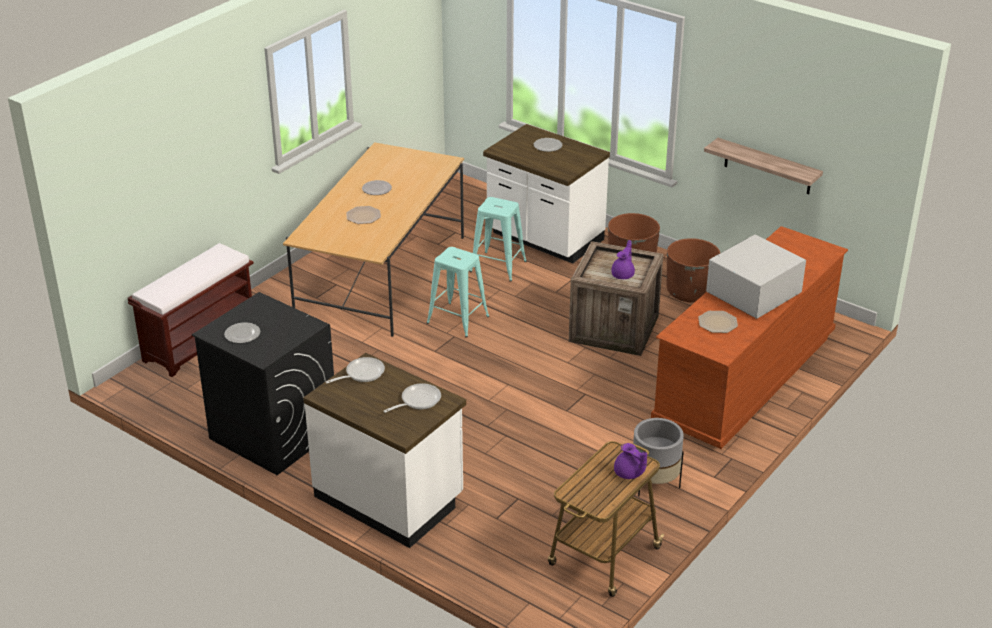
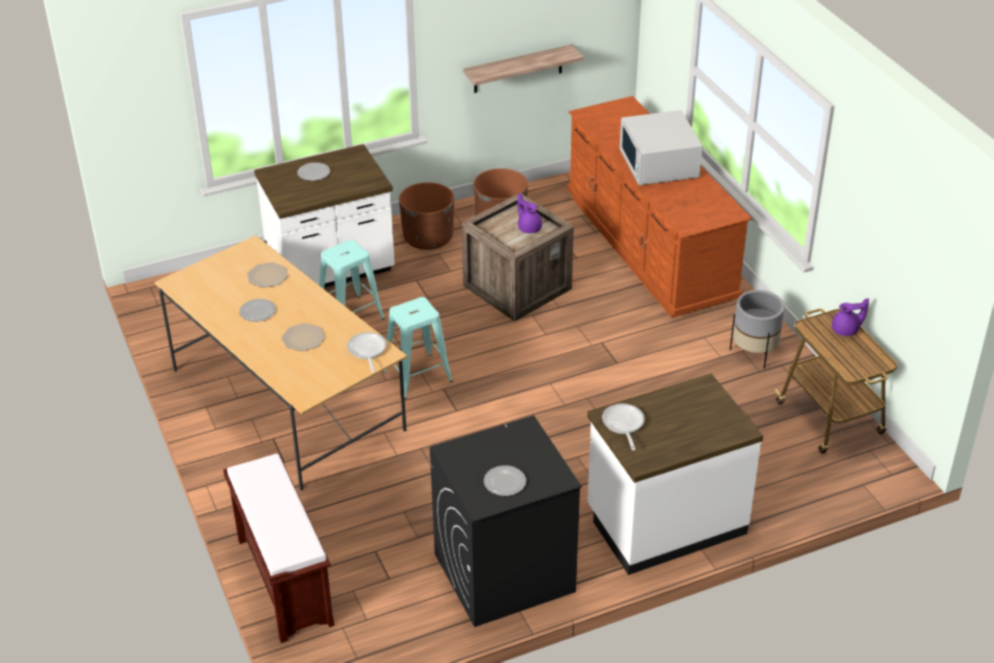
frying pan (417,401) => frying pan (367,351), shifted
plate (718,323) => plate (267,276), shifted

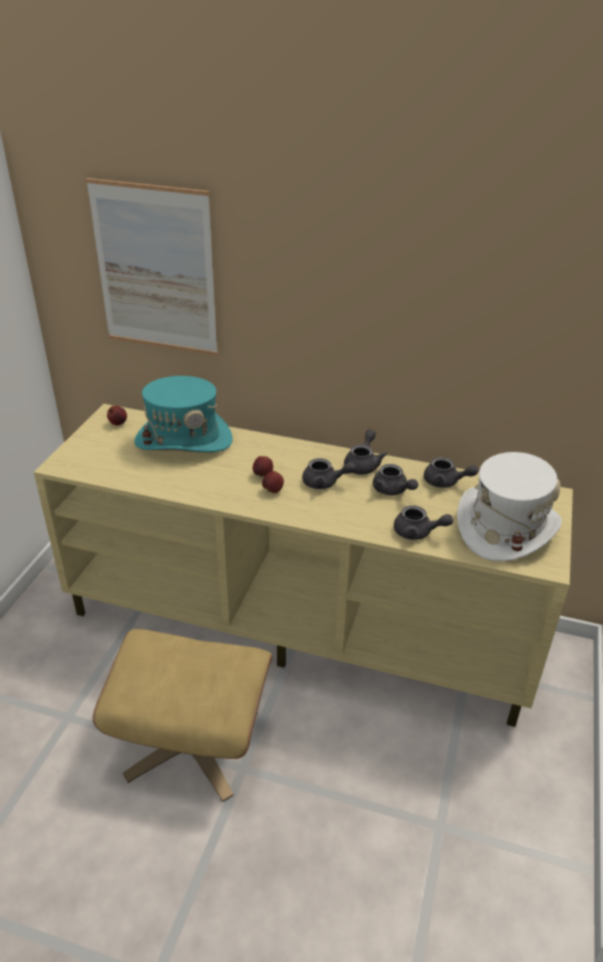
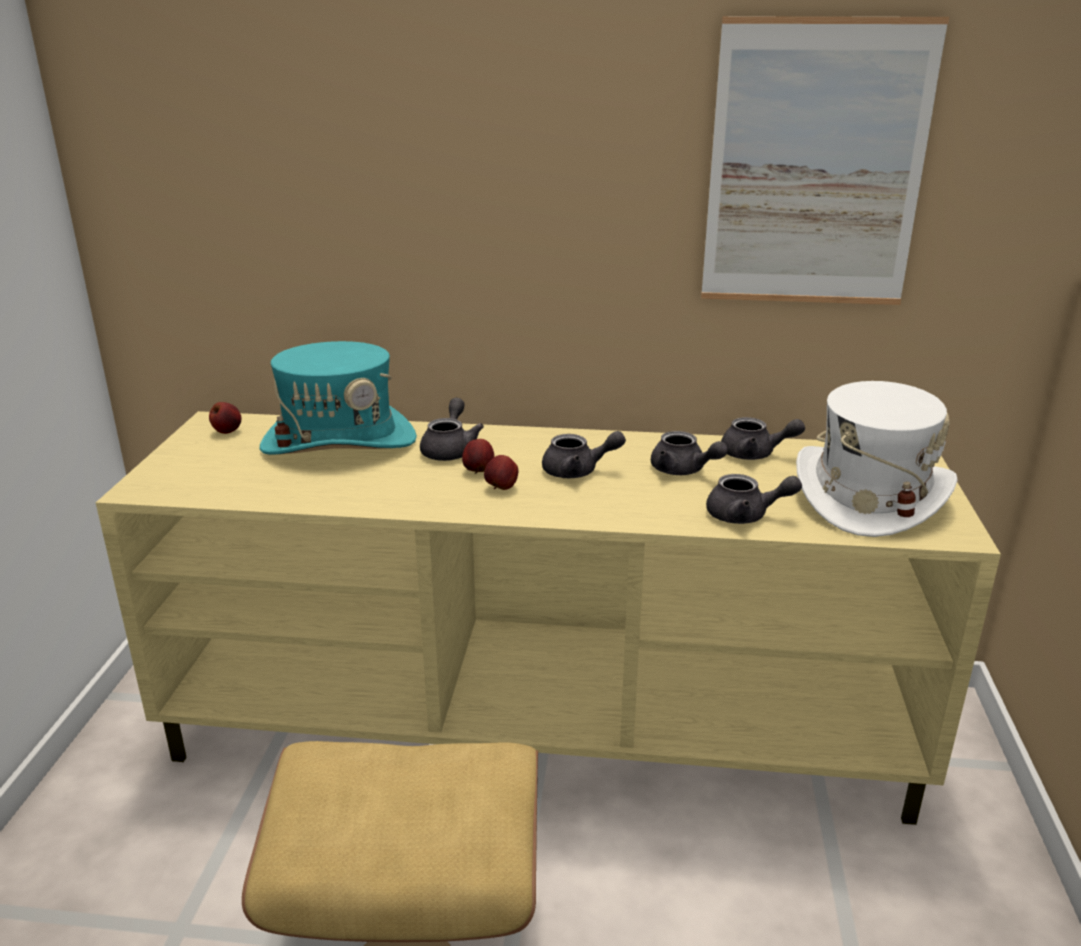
picture (155,270) => picture (815,167), shifted
tea pot in gray (363,464) => tea pot in gray (450,449), shifted

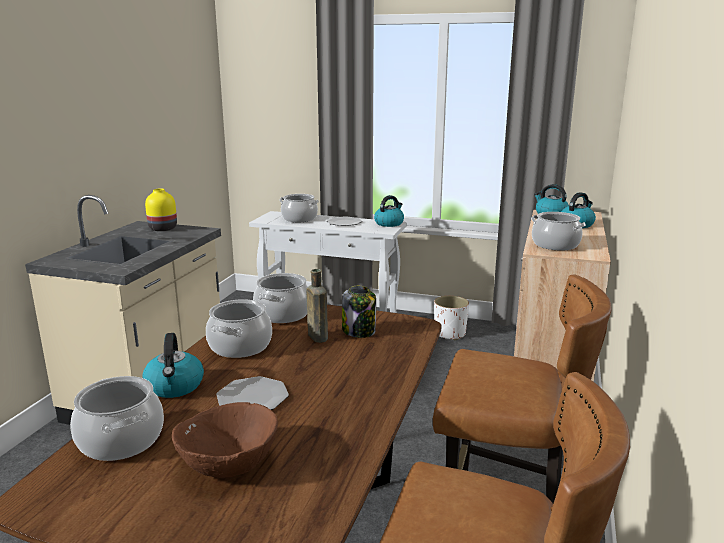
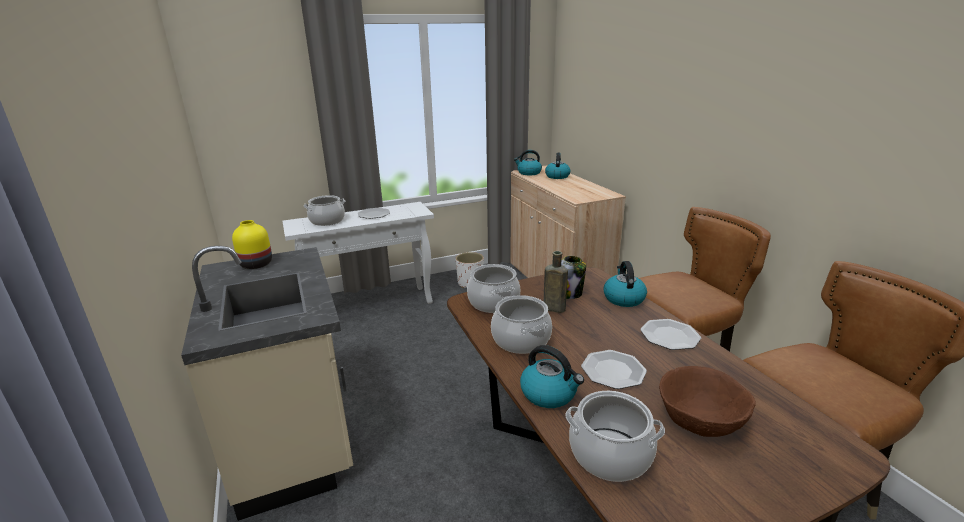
stockpot (555,245) => nothing
nothing => plate (670,336)
water kettle (389,223) => water kettle (623,298), shifted

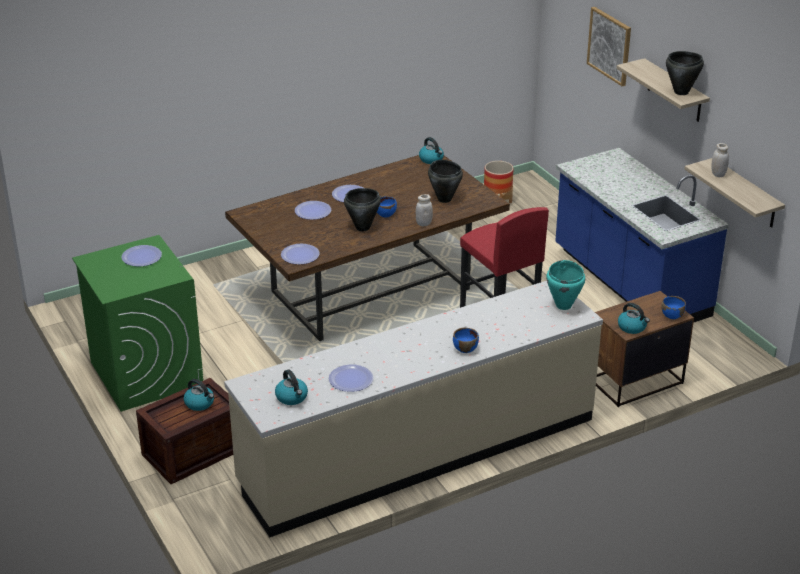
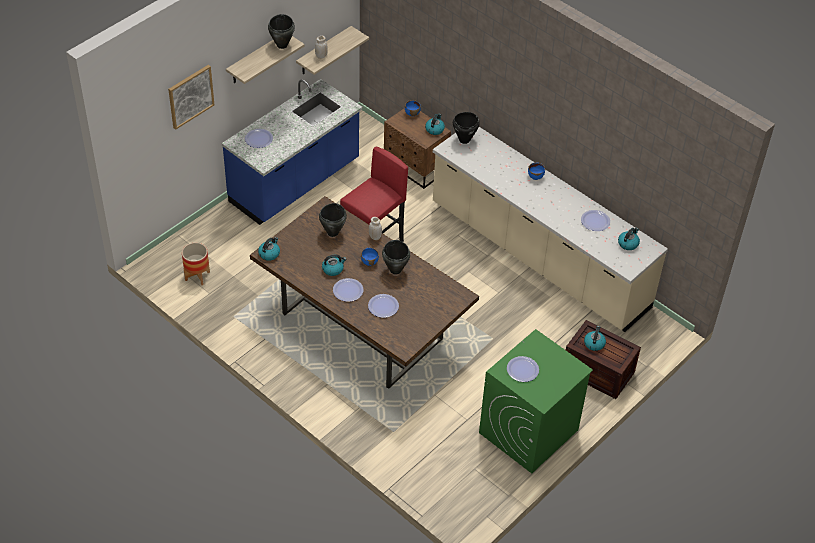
nothing => water kettle (333,269)
plate (300,255) => plate (259,139), shifted
stockpot in blue-green (564,305) => stockpot in black (464,140)

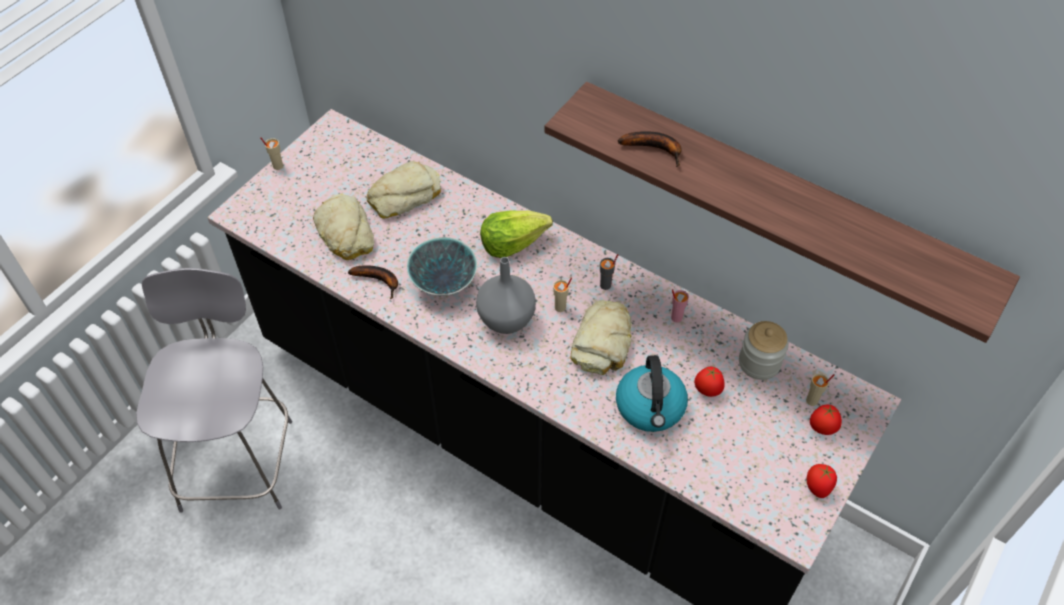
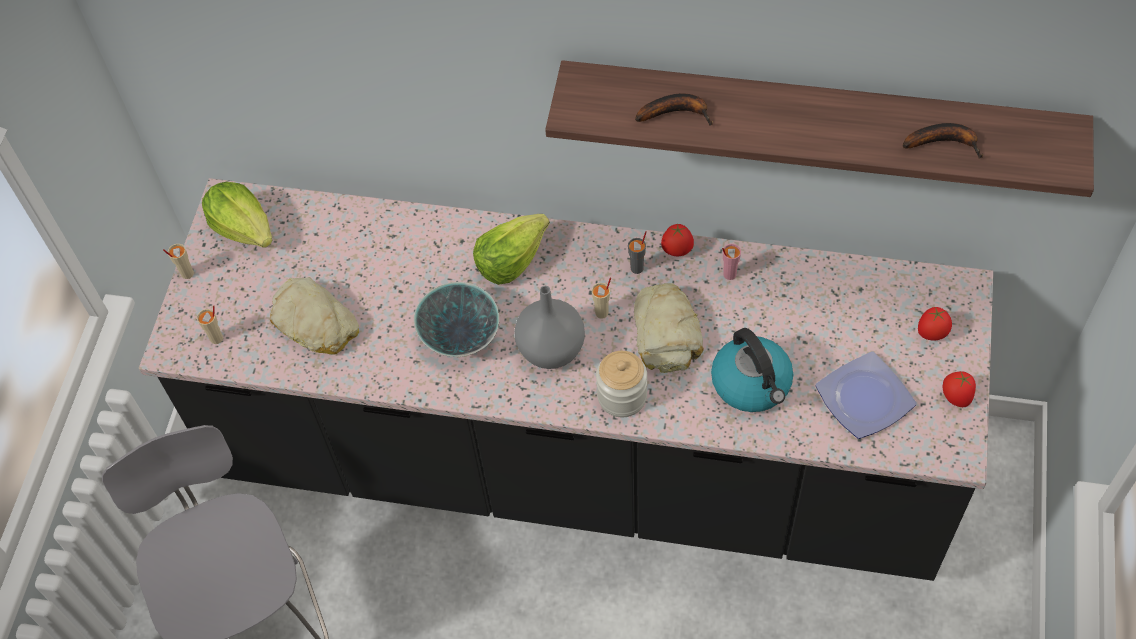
bread (404,195) => nothing
nothing => lettuce (244,228)
nothing => plate (864,397)
whole banana (379,281) => whole banana (945,142), shifted
fresh tomato (707,390) => fresh tomato (677,251), shifted
preserve jar (759,363) => preserve jar (622,396), shifted
small cup in beige (812,401) => small cup in beige (217,338), shifted

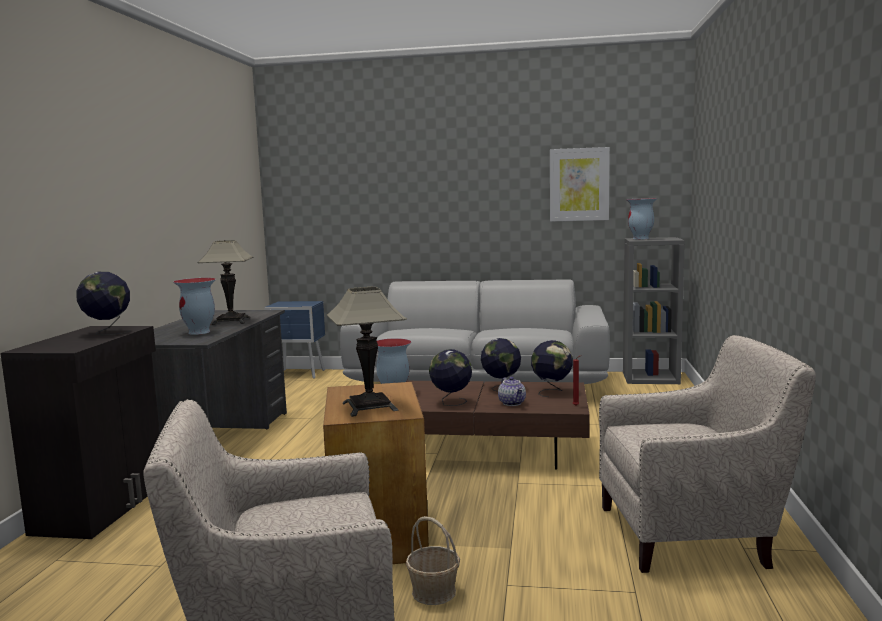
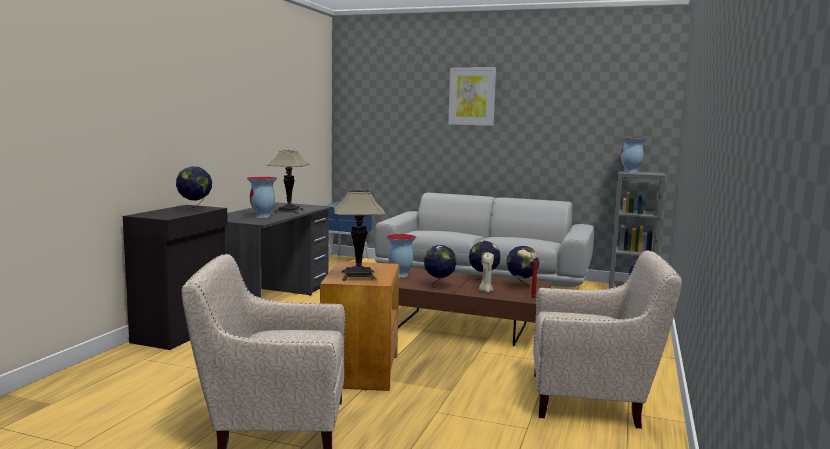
storage basket (434,592) => nothing
picture (579,184) => picture (472,96), shifted
tea pot (512,403) => wax light in beige (485,291)

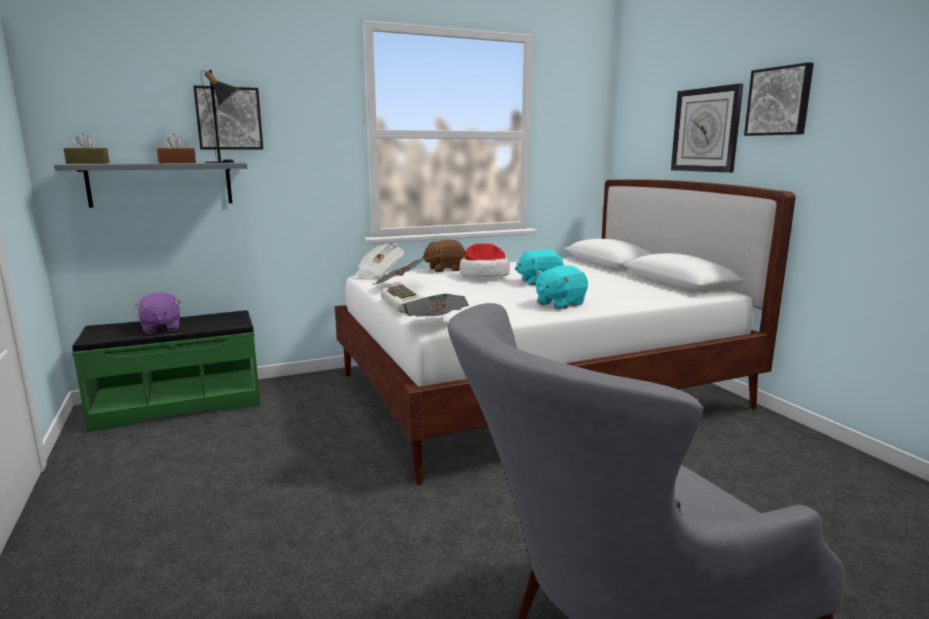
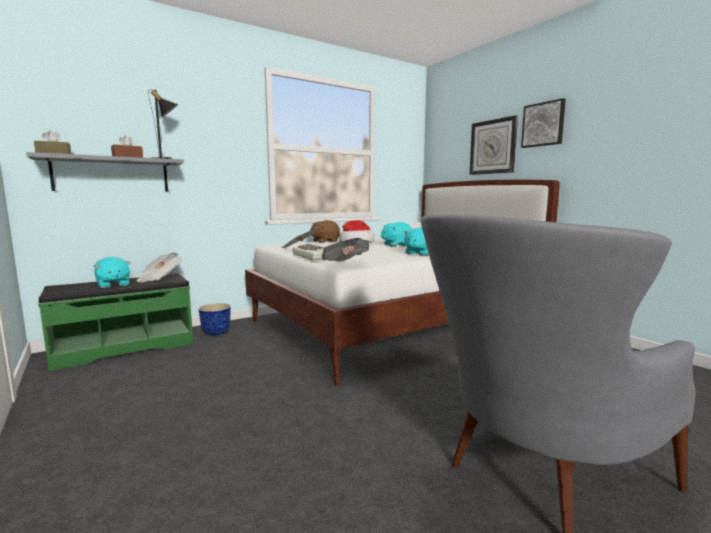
picture (229,118) => nothing
nothing => plant pot (216,332)
printed paper (378,274) => printed paper (160,278), shifted
soft toy in purple (161,328) => soft toy in blue-green (113,285)

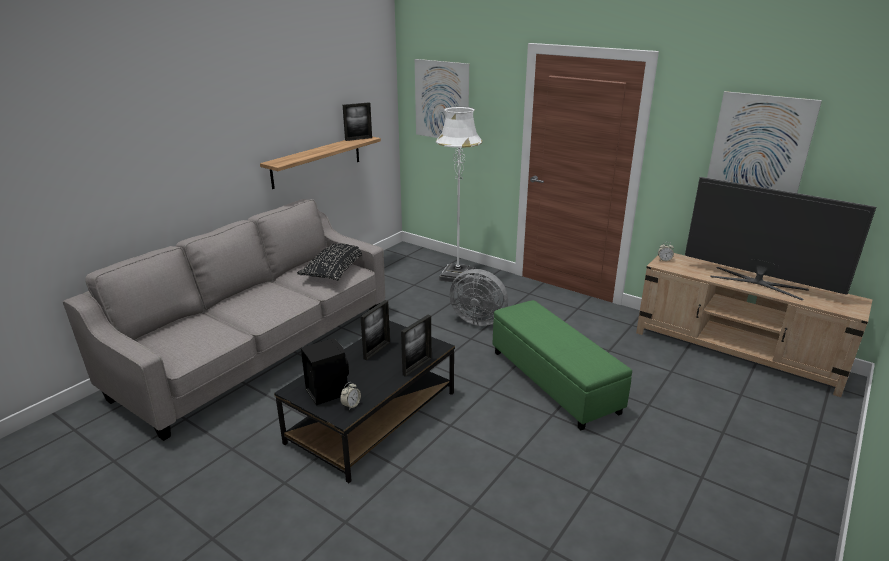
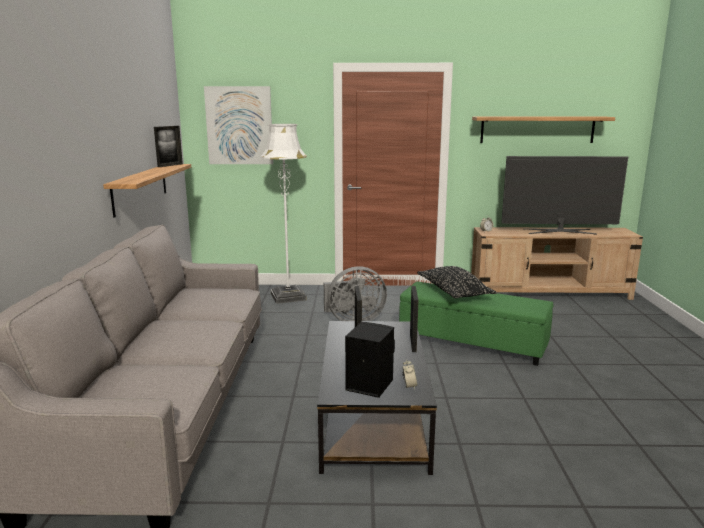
throw pillow in black (336,269) => throw pillow in black (454,292), shifted
picture (759,147) => wall shelf (537,129)

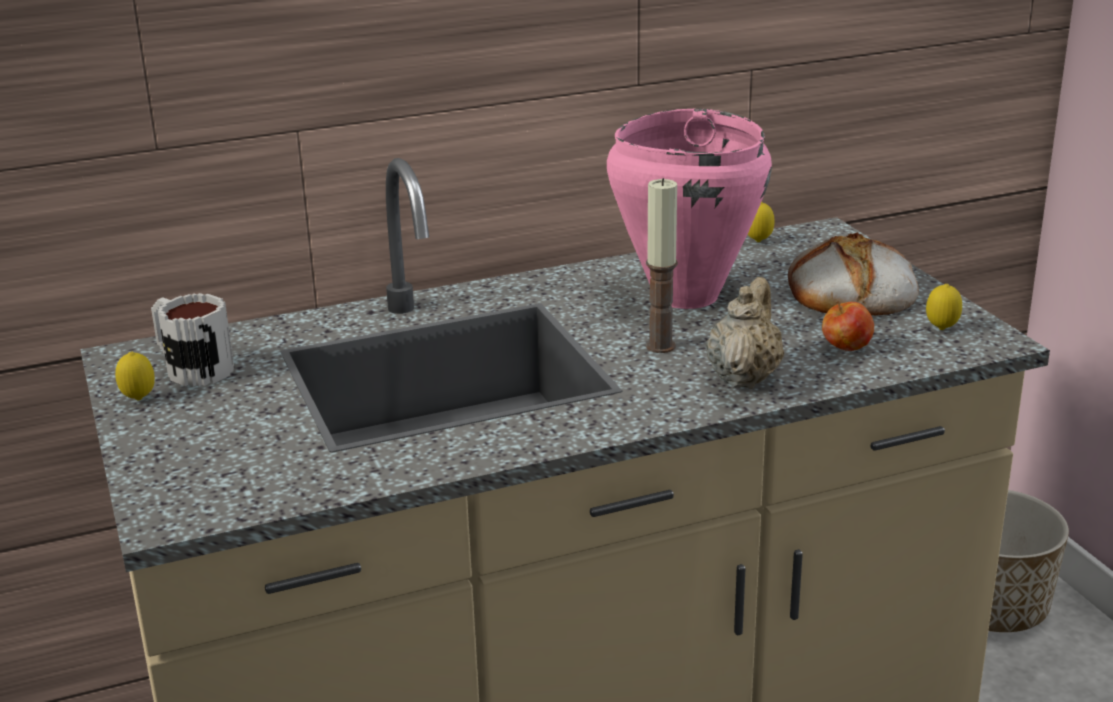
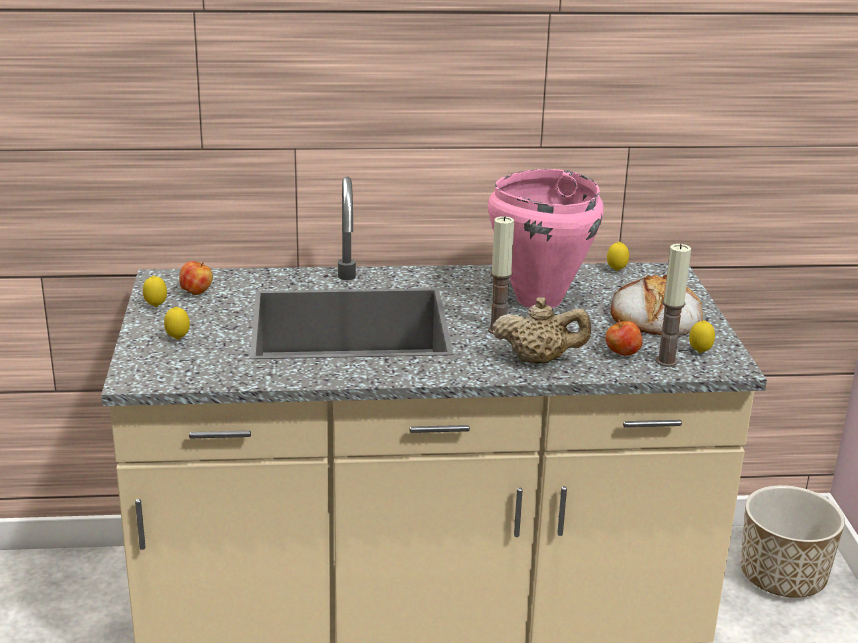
nothing => lemon (178,339)
nothing => wax light (666,361)
coffee mug (191,367) => apple (196,292)
tea pot in beige (744,377) => tea pot in beige (539,360), 60 degrees clockwise

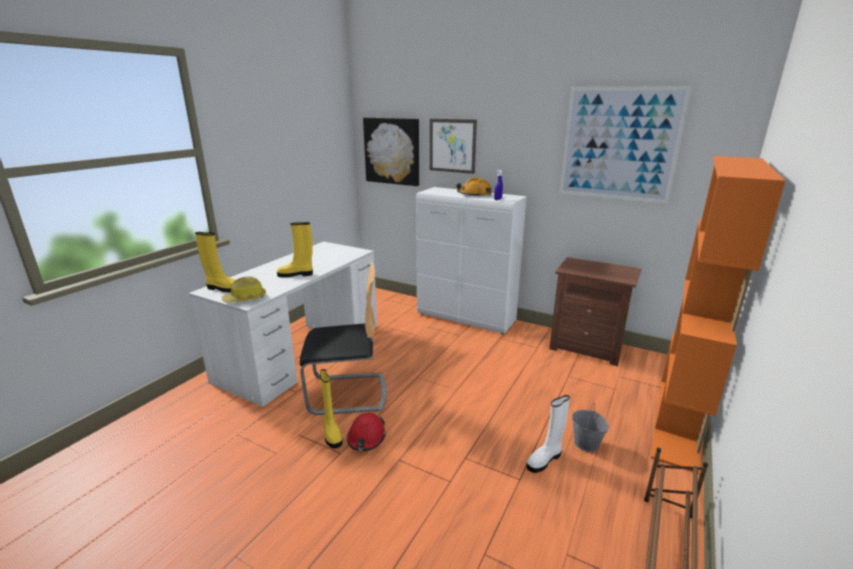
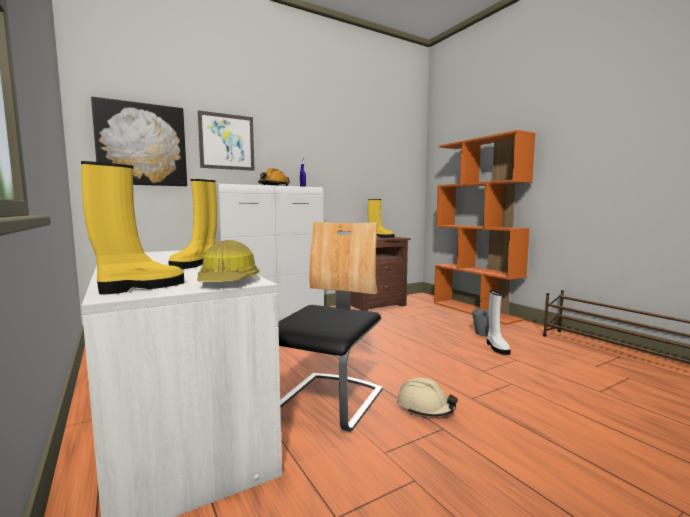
picture (619,144) => nothing
tall boot in yellow (331,433) => tall boot in yellow (380,237), shifted
hard hat in reddish (366,438) => hard hat in beige (425,407)

